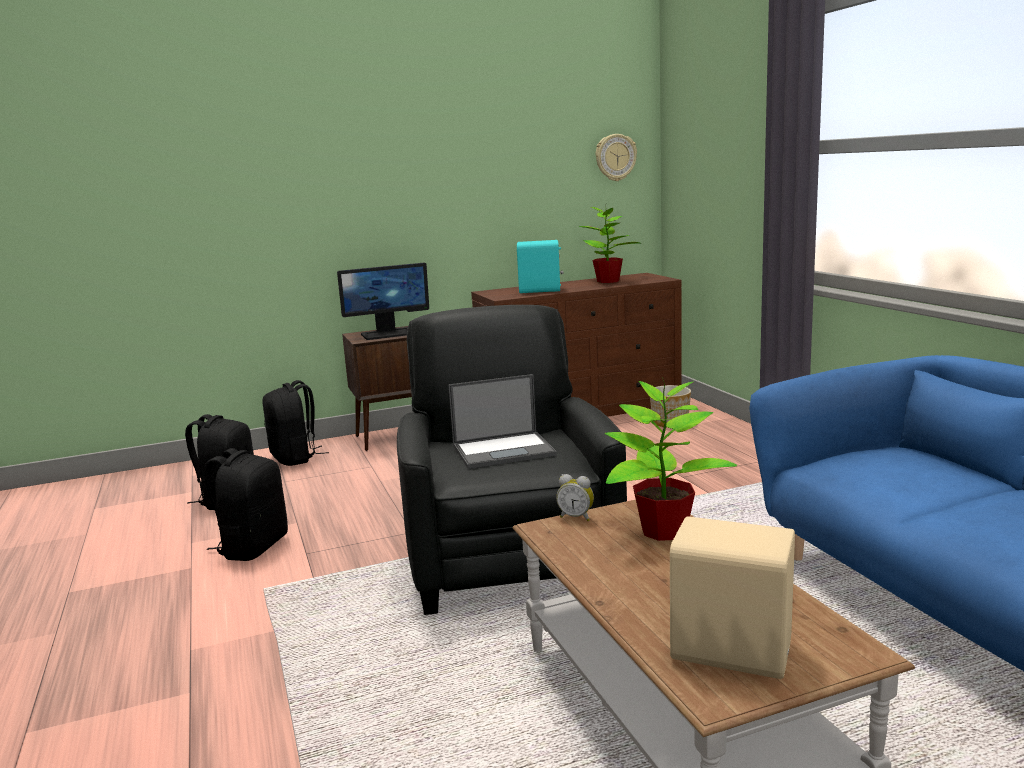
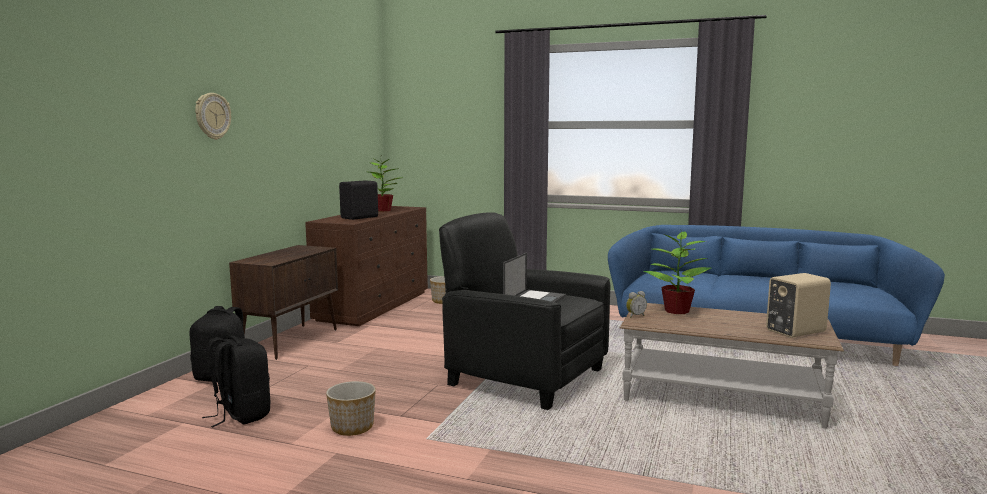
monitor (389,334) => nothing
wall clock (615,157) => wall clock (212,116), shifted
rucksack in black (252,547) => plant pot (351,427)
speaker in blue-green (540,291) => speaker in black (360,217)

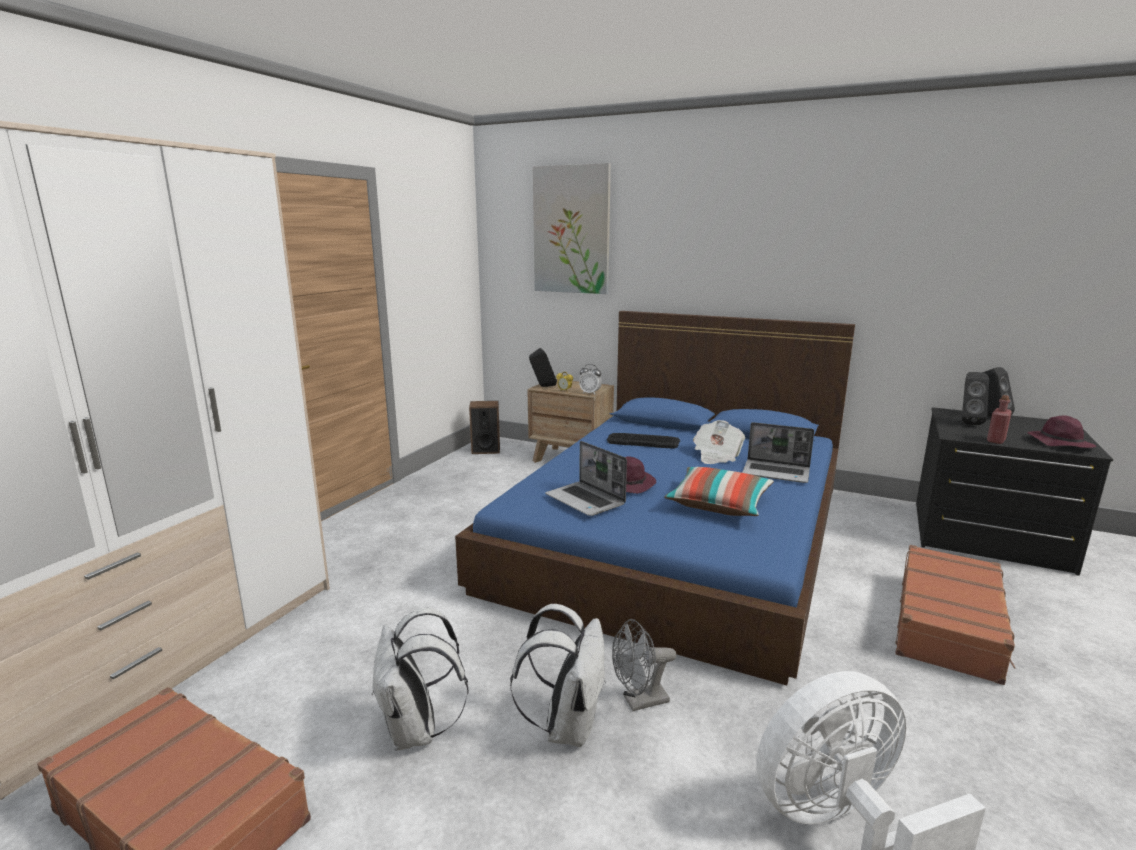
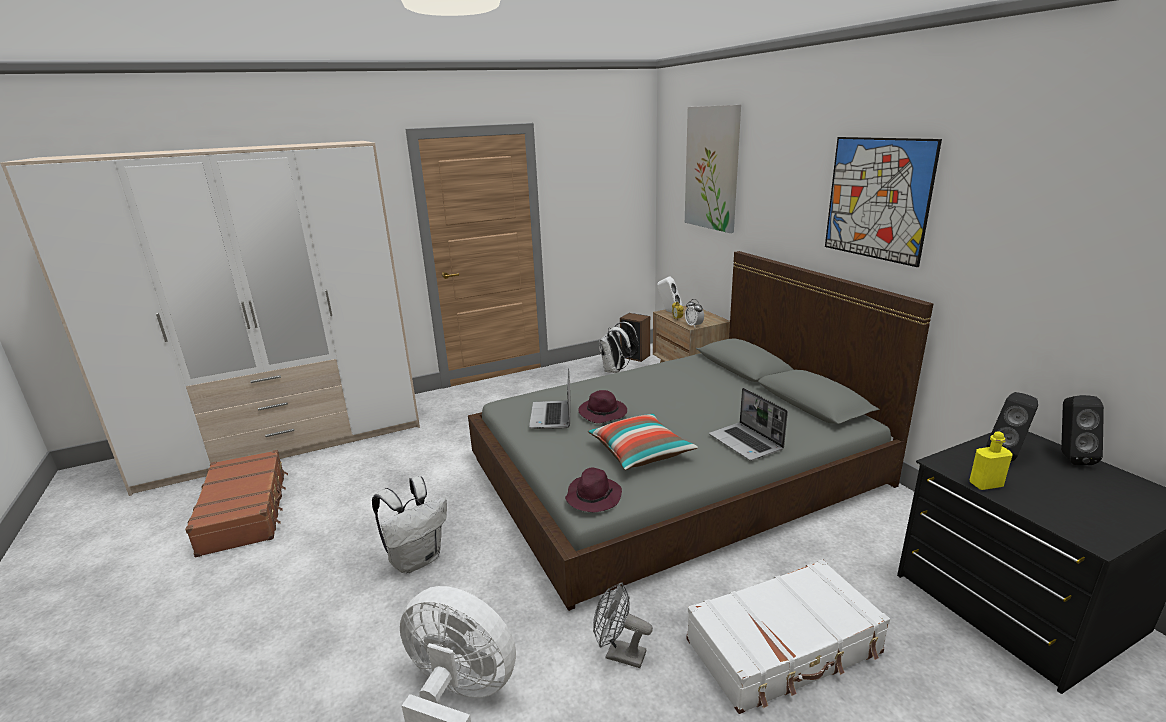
computer keyboard (643,441) => nothing
printed paper (716,456) => nothing
nothing => picture (877,199)
rucksack in white-coloured (416,731) => rucksack in white-coloured (615,370), shifted
fan in gray (639,701) => fan in gray (619,654), shifted
hat in purple (1058,443) => hat in purple (593,496), shifted
bedroom bed in bluish (677,534) => bedroom bed in gray (673,471)
speaker in black (543,386) => speaker in white-coloured (668,311)
piece of luggage in brown-coloured (949,625) => piece of luggage in white-coloured (784,647)
drink bottle in reddish (996,440) => drink bottle in yellow (985,484)

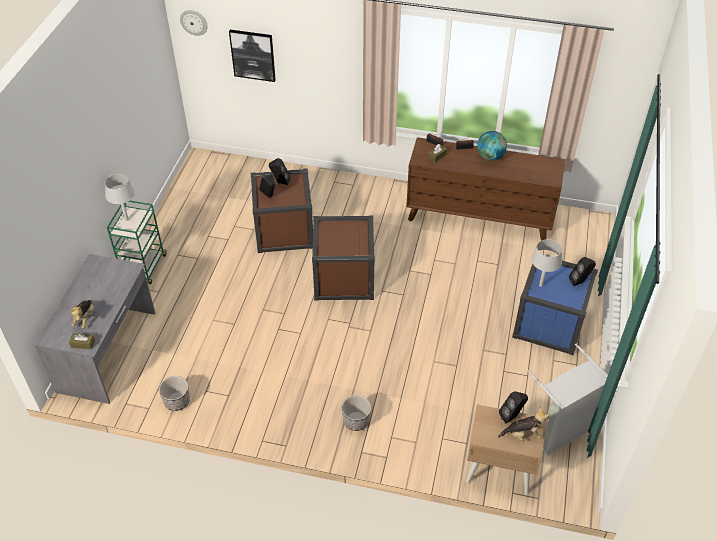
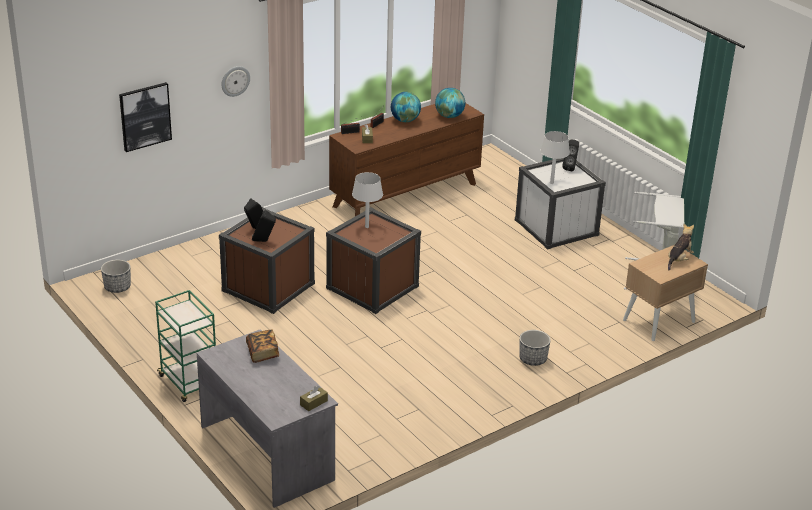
soft toy (85,318) => nothing
speaker in black (512,416) => nothing
nothing => volume (262,353)
nothing => world globe (449,116)
lamp for a table in gray (127,219) => lamp for a table in gray (367,227), shifted
plant pot (177,401) => plant pot (117,287), shifted
wall clock (194,22) => wall clock (235,80), shifted
storage bin in bluish (549,324) => storage bin in white-coloured (556,227)

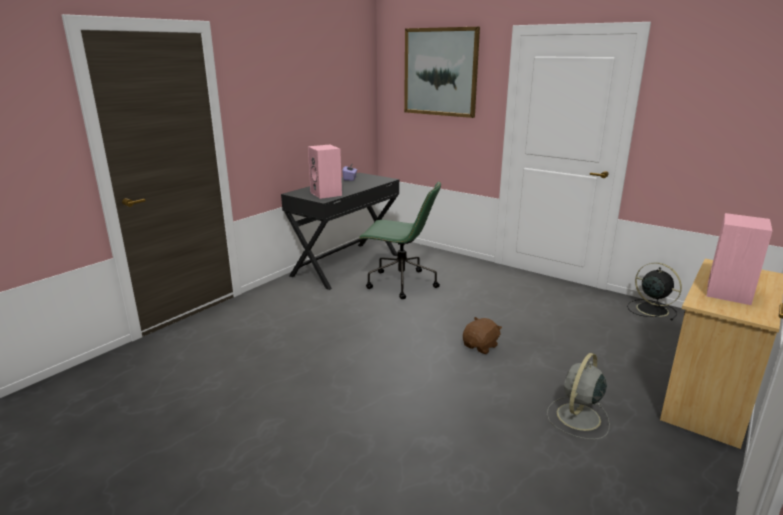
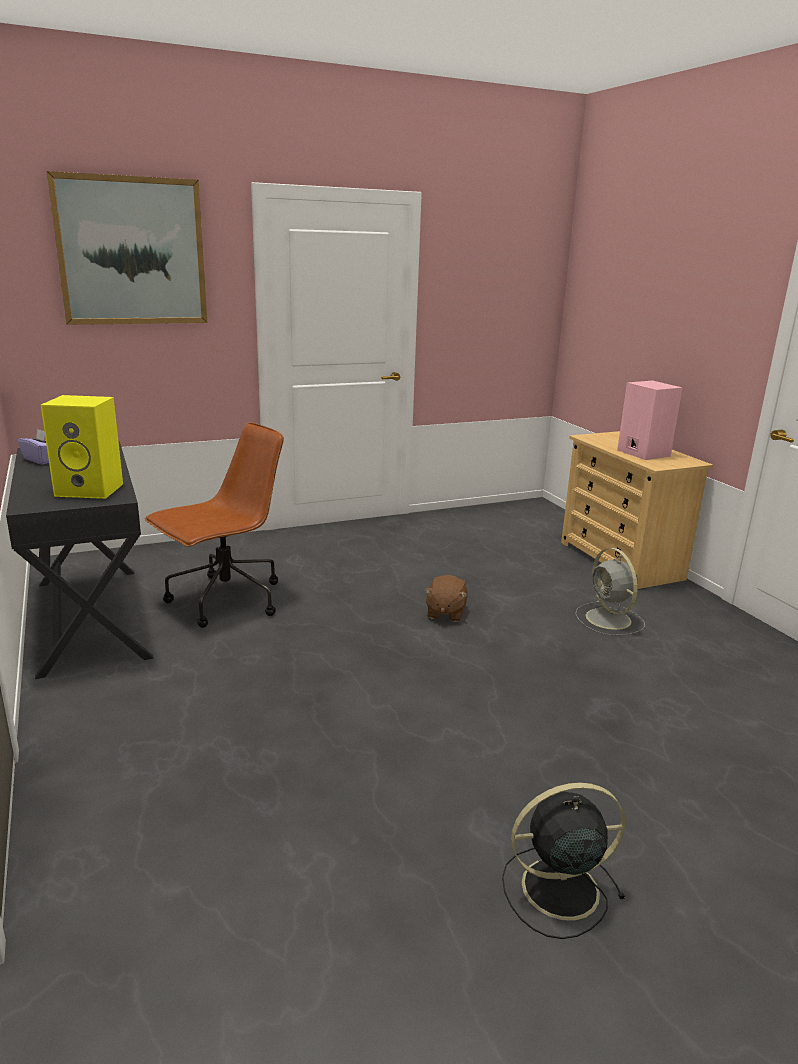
fan in black (650,309) => fan in black (556,889), shifted
speaker in pink-coloured (327,194) => speaker in yellow (91,489)
office chair in green (400,283) => office chair in brown-coloured (225,601)
soft toy in brown-coloured (481,346) => soft toy in brown-coloured (445,613), 150 degrees counterclockwise

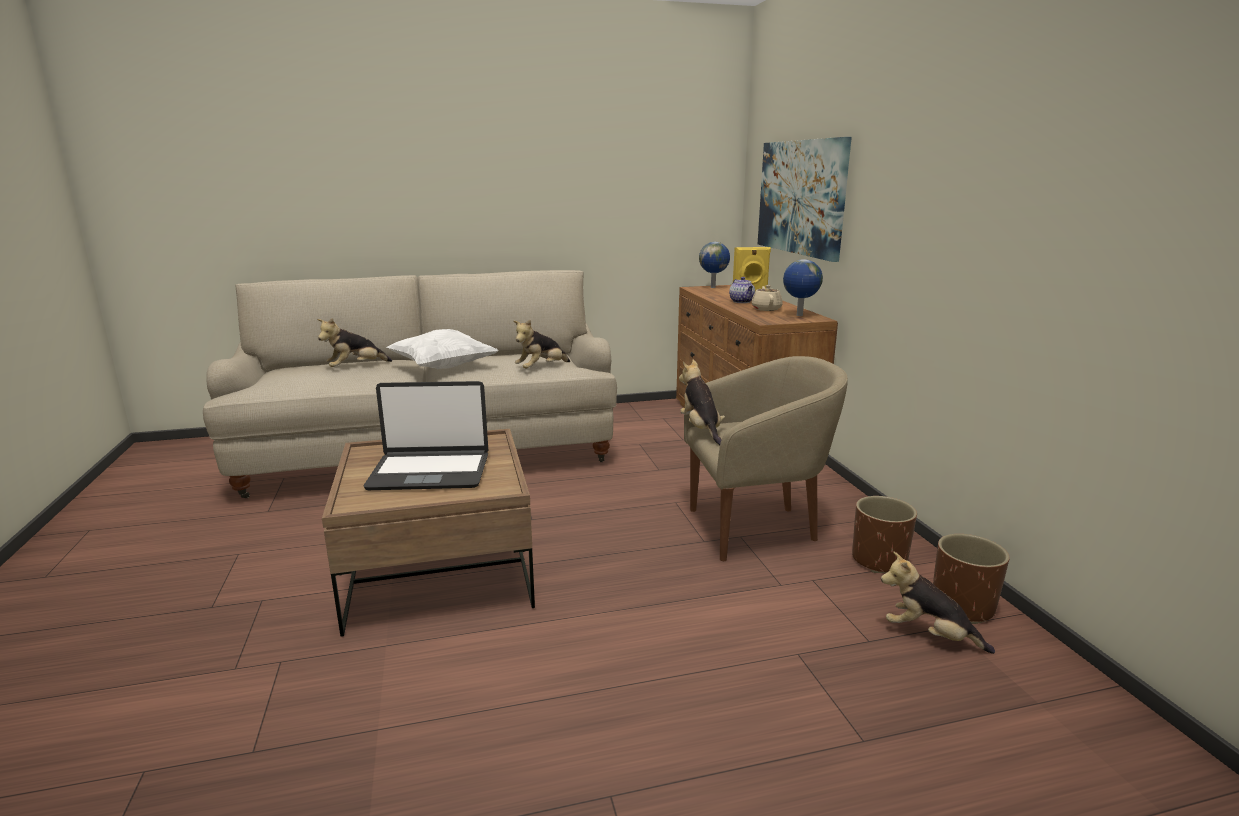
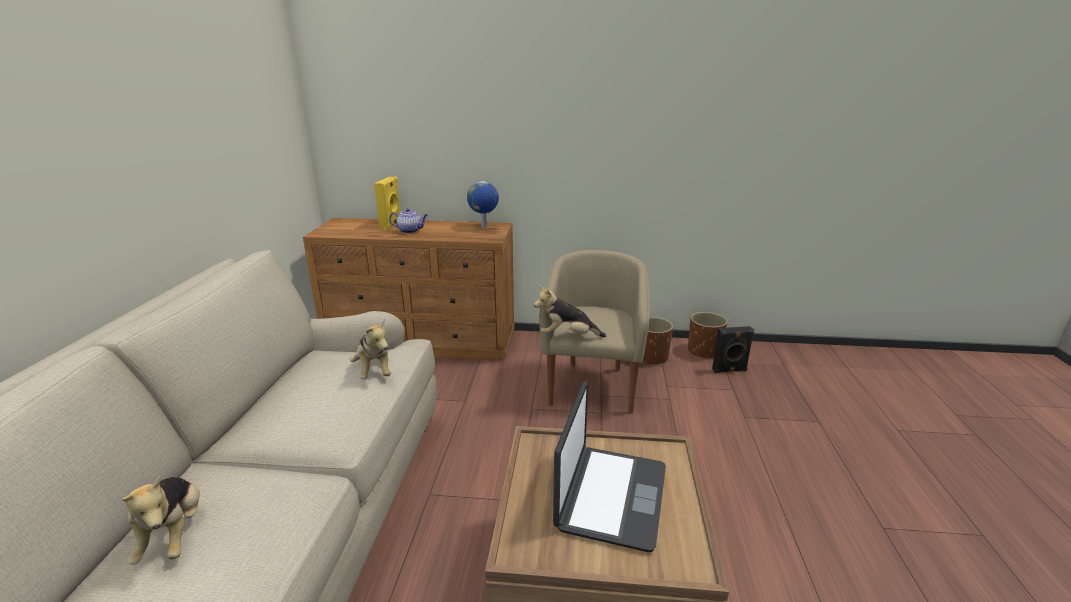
throw pillow in white-coloured (443,368) => nothing
world globe (713,287) => nothing
tea pot in beige (766,309) => nothing
picture (801,197) => nothing
soft toy (929,635) => speaker in black (729,370)

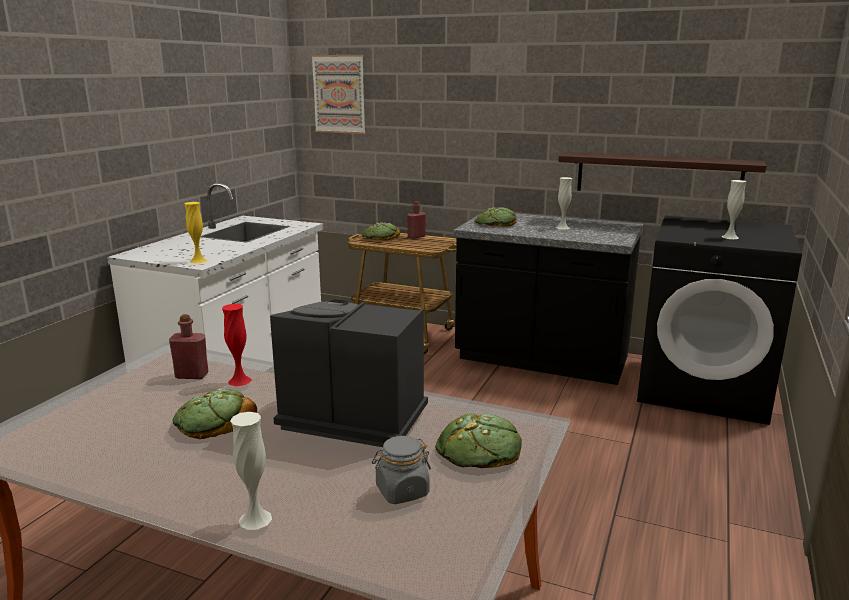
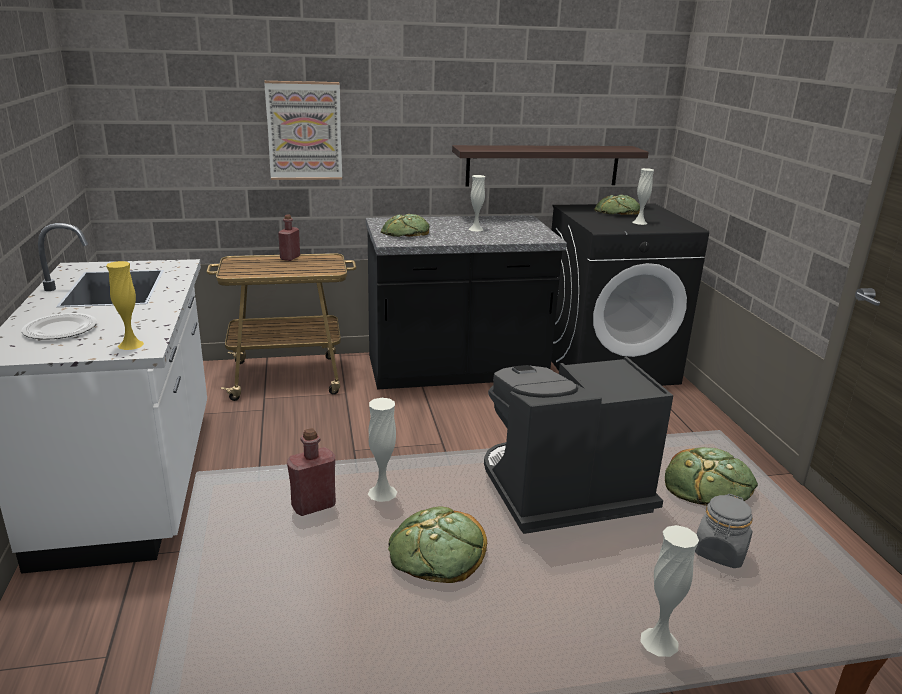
nothing => plate (61,329)
picture (339,94) => picture (304,131), shifted
bread (380,237) => bread (617,211), shifted
vase in reddish (239,381) => vase in white-coloured (382,493)

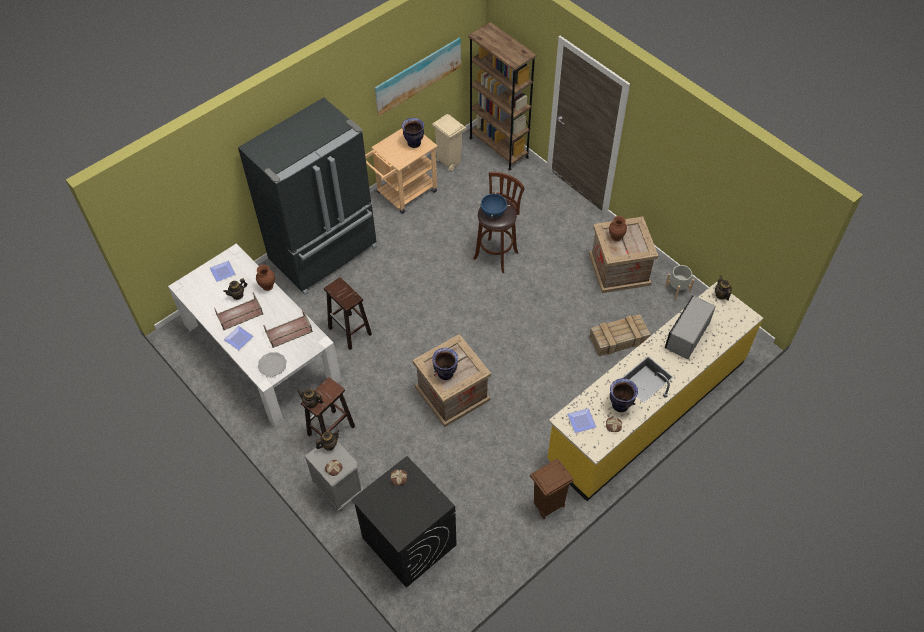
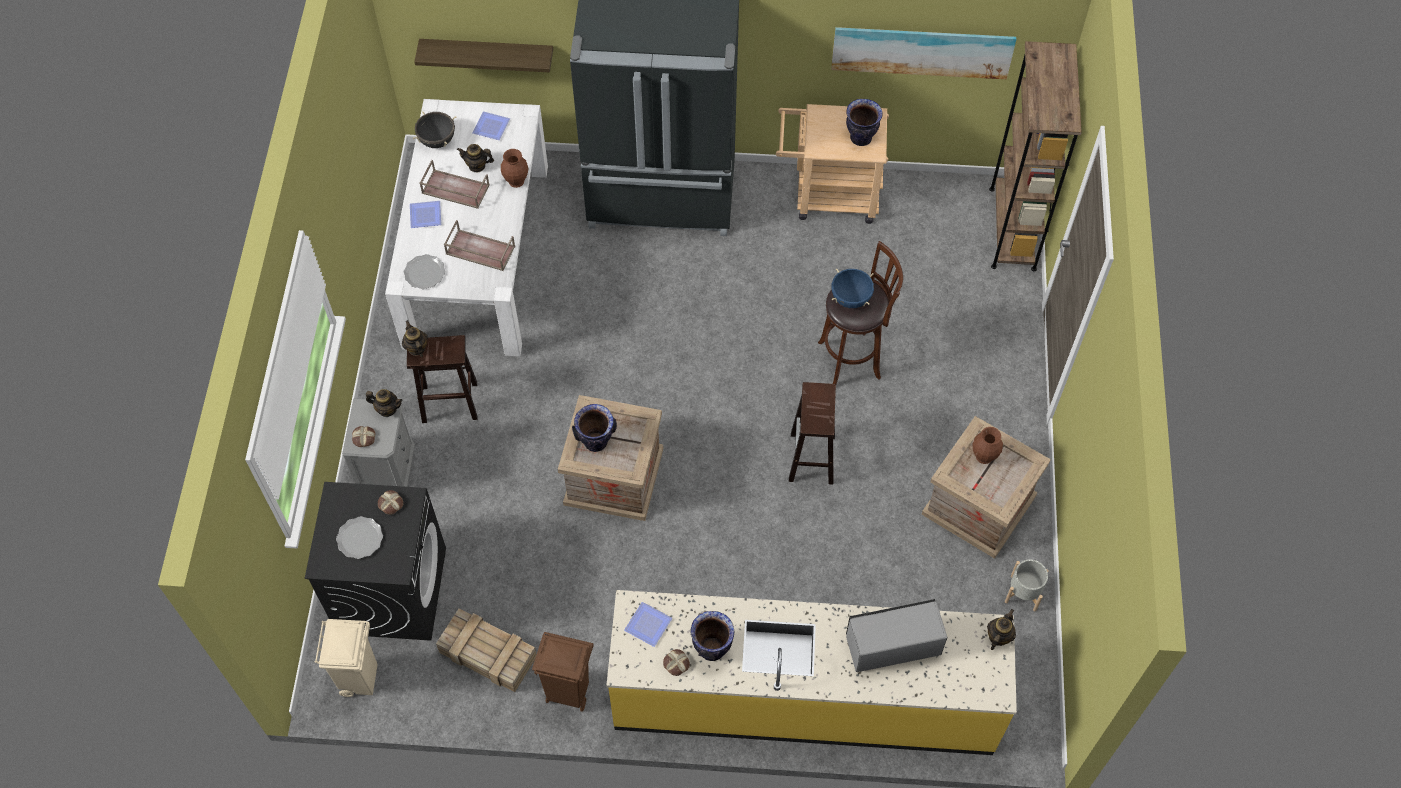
nothing => plate (360,538)
nothing => stockpot in black (437,141)
nothing => wall shelf (487,52)
sitting stool in brown-coloured (350,331) => sitting stool in brown-coloured (812,459), shifted
trash can in beige (449,162) => trash can in beige (360,678), shifted
shipping crate (618,339) => shipping crate (486,654), shifted

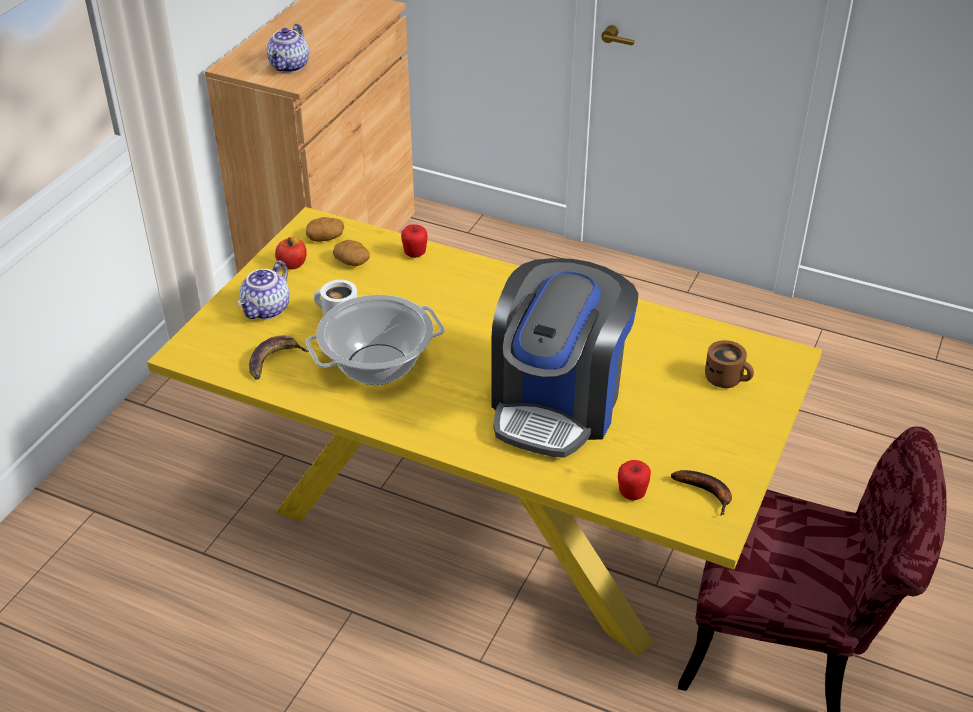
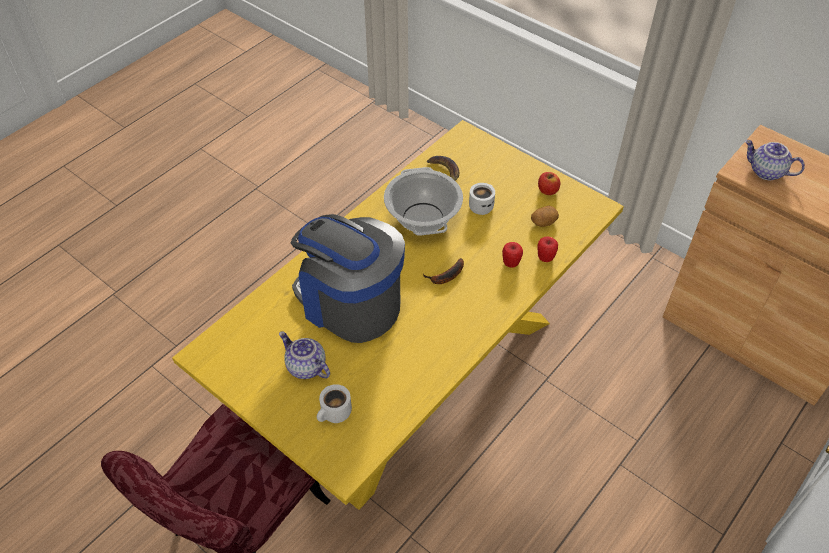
spud (326,237) => nothing
tea pot (267,310) => tea pot (305,367), shifted
apple (632,494) => apple (511,263), shifted
whole banana (707,492) => whole banana (445,277), shifted
coffee mug in brown-coloured (727,379) => coffee mug in white-coloured (335,414)

